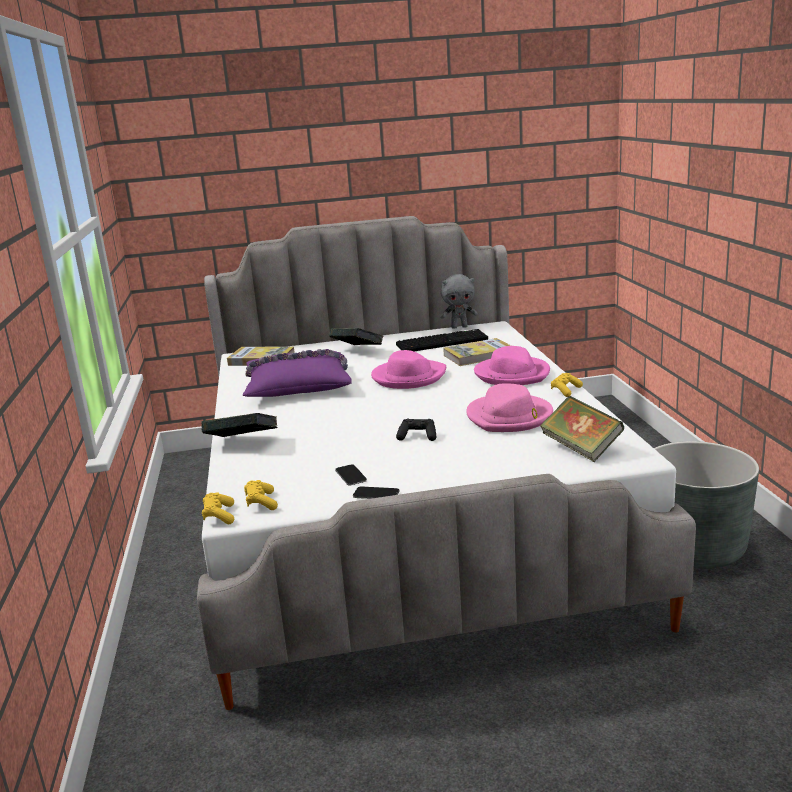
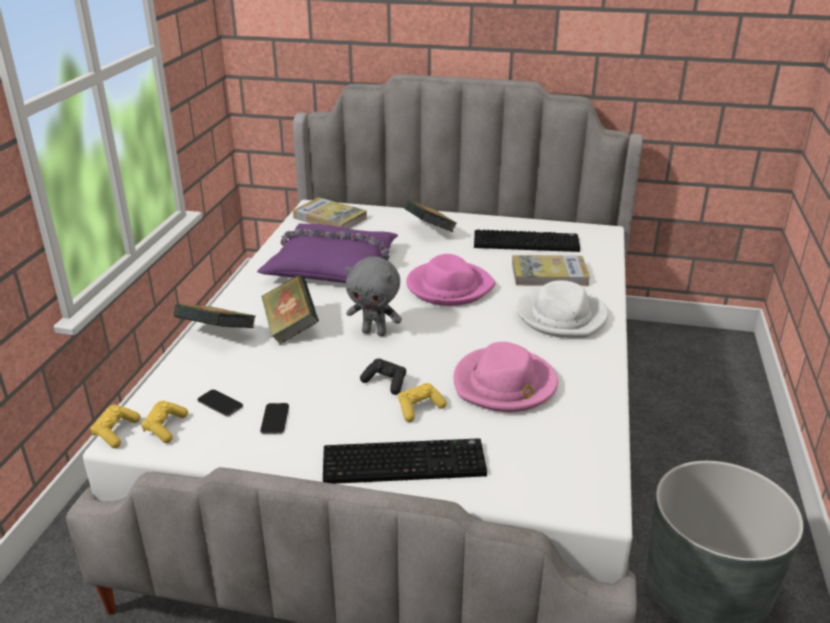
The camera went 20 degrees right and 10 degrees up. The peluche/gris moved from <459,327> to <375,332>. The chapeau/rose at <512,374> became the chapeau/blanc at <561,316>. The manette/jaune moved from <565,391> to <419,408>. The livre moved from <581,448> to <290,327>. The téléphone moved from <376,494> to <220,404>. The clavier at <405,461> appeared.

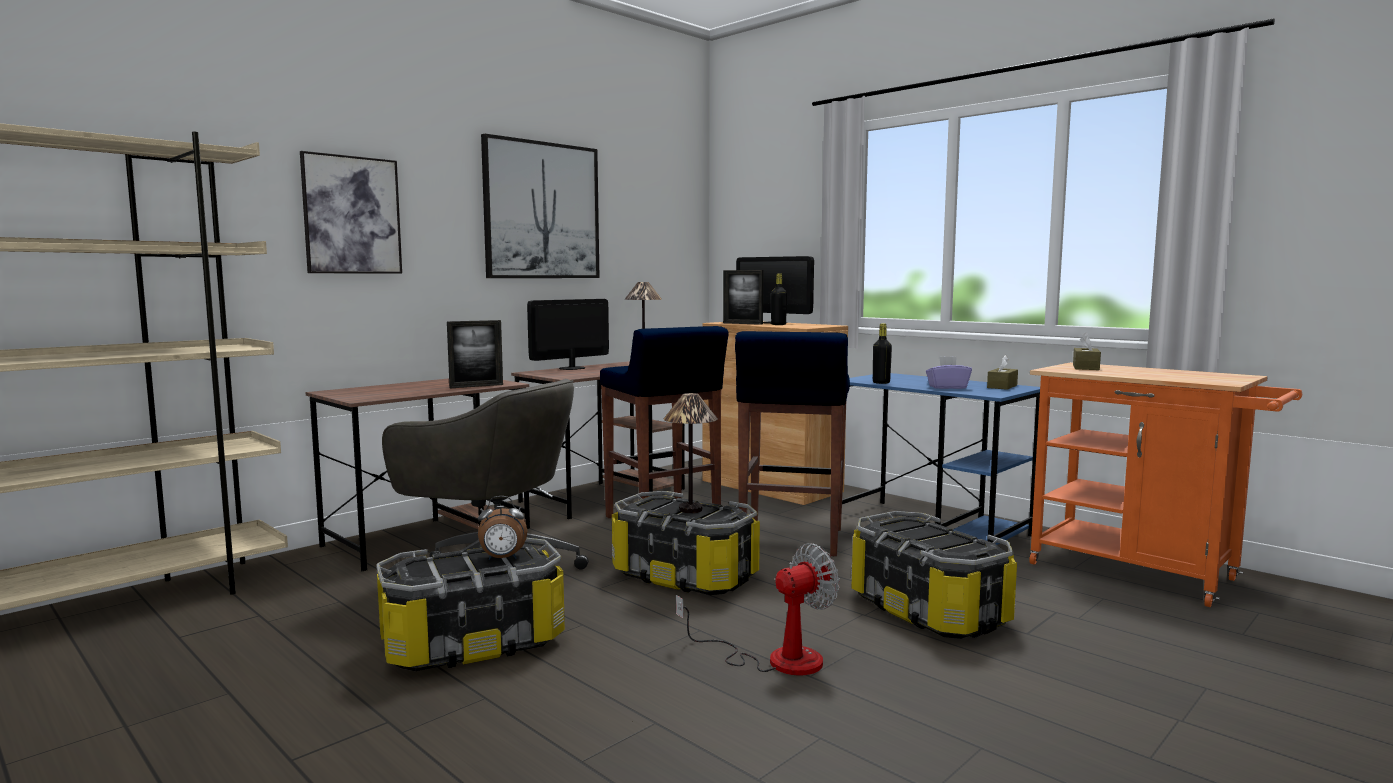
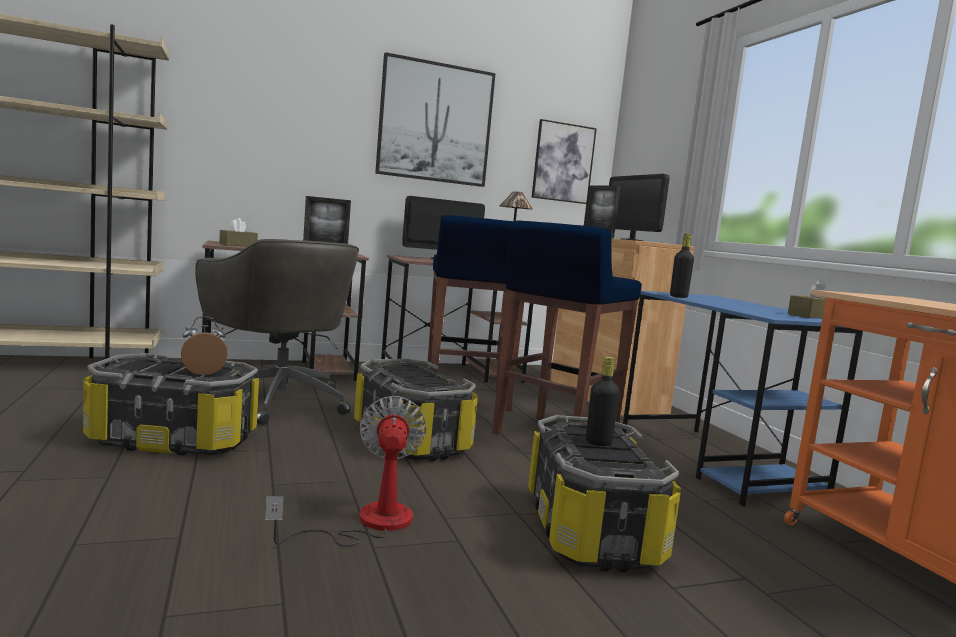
The camera went 25 degrees right and 0 degrees up. The tableau moved from <352,215> to <563,162>. The bouteille/noir moved from <778,324> to <598,442>. The boîte à mouchoirs/marron moved from <1085,367> to <238,245>. The boîte à mouchoirs/violet at <947,387> disappeared. The lampe de table at <690,510> disappeared. The réveil at <502,558> turned 135 degrees clockwise. The ventilateur at <775,659> turned 90 degrees counterclockwise.

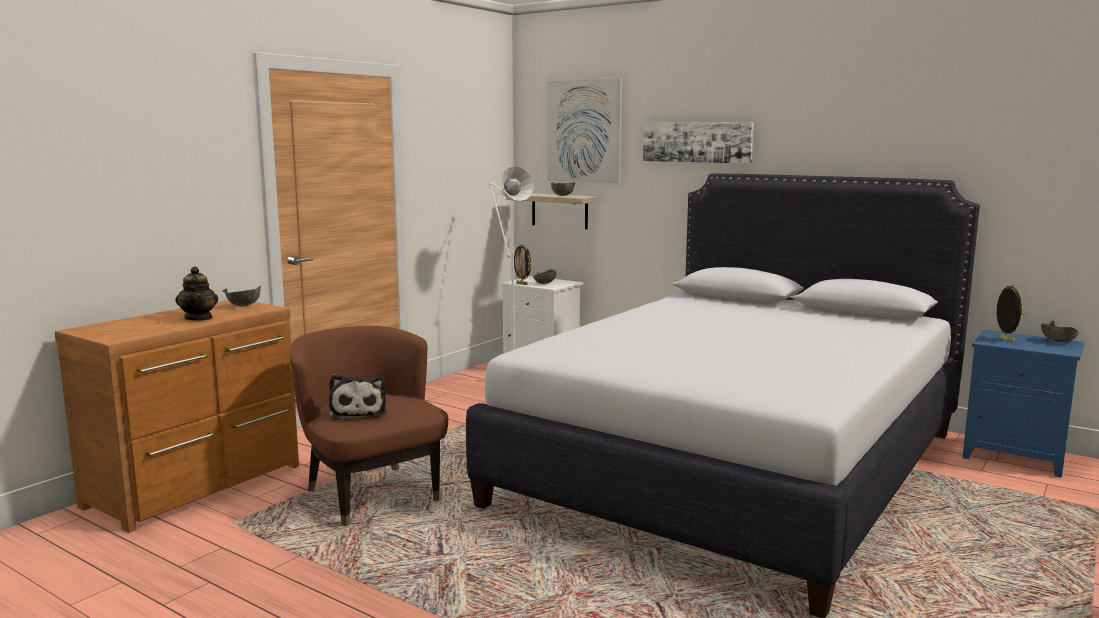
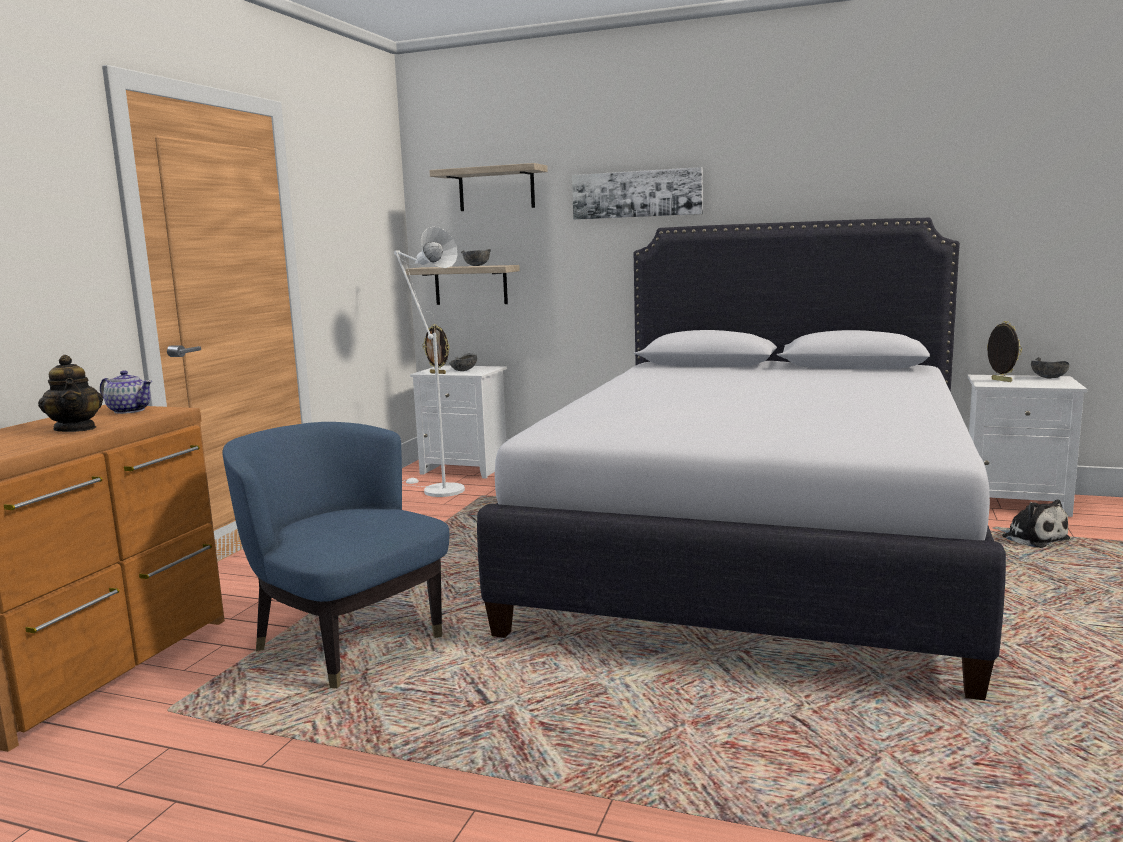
The camera went 15 degrees left and 0 degrees up. The tableau at <584,131> was replaced by the étagère at <496,189>. The bol/gris at <244,306> was replaced by the théière at <129,410>. The fauteuil/marron at <371,494> became the fauteuil/bleu at <345,642>. The table de chevet/bleu at <1016,456> became the table de chevet/blanc at <1016,502>. The peluche moved from <358,412> to <1032,538>.

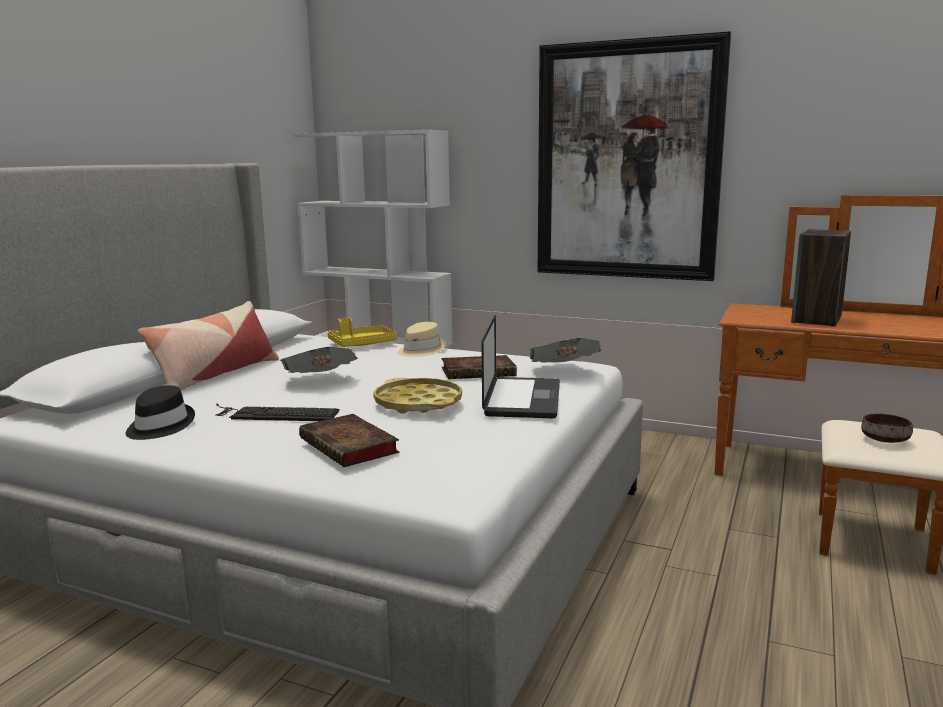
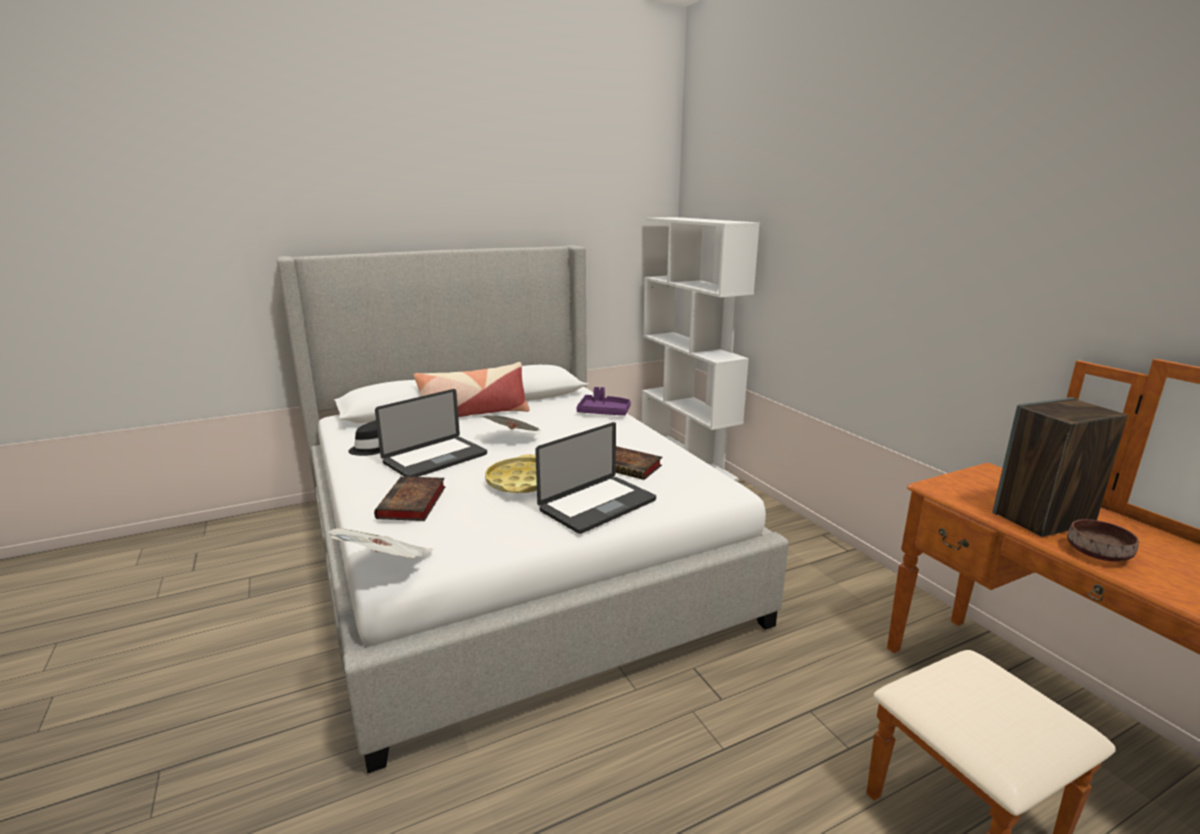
The camera went 40 degrees right and 5 degrees up. The tableau at <627,162> disappeared. The plateau/jaune at <361,344> became the plateau/violet at <604,412>. The chapeau/beige at <420,350> disappeared. The journal moved from <563,371> to <386,565>. The clavier at <273,414> was replaced by the ordinateur portable at <435,459>. The bol/marron moved from <883,439> to <1096,553>.

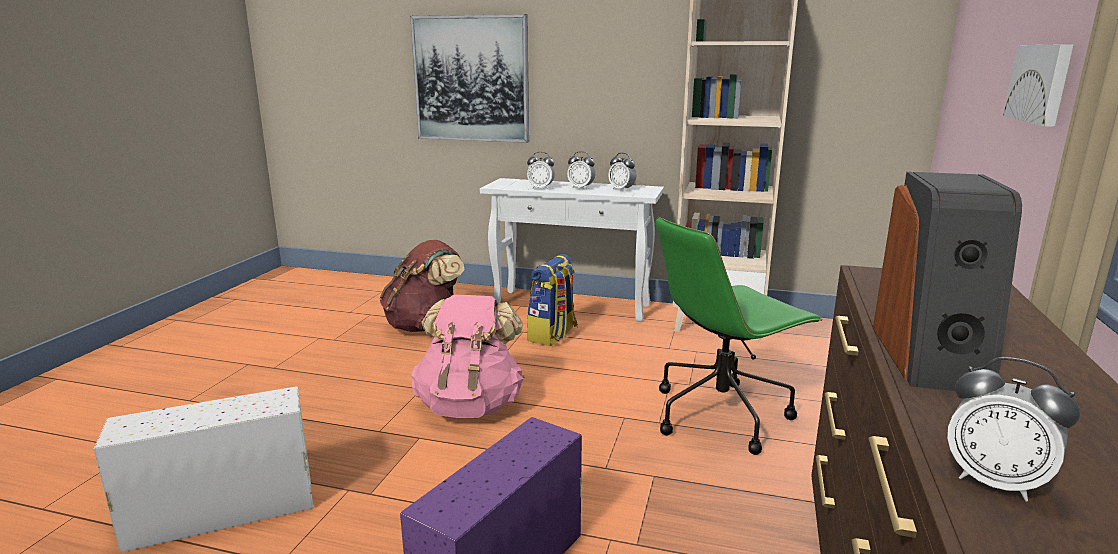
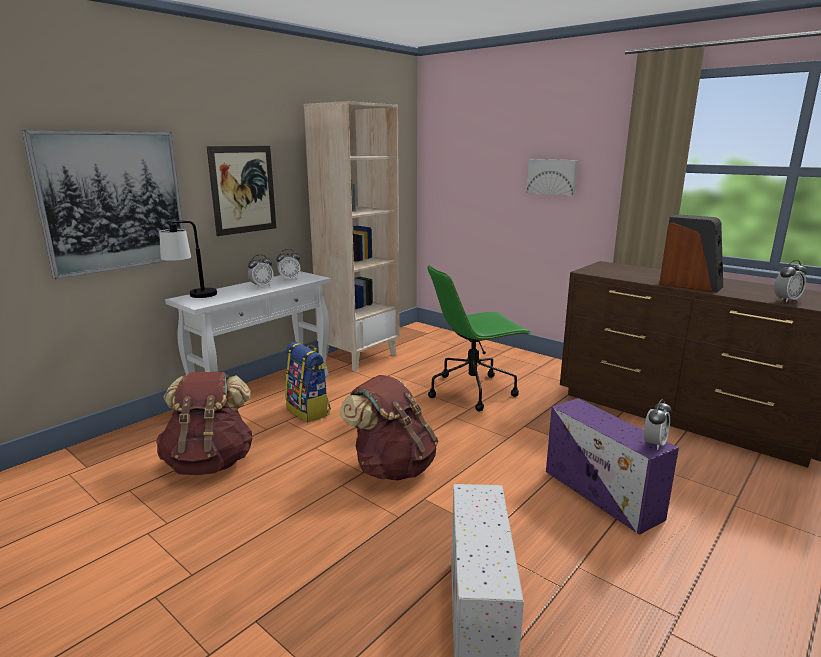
The camera went 65 degrees left and 0 degrees up. The réveil moved from <541,188> to <654,444>. The chaise de bureau/vert at <721,414> turned 75 degrees clockwise. The sac à dos/rose at <470,405> became the sac à dos/marron at <392,467>. The tableau at <243,189> appeared. The lampe de table at <193,297> appeared.

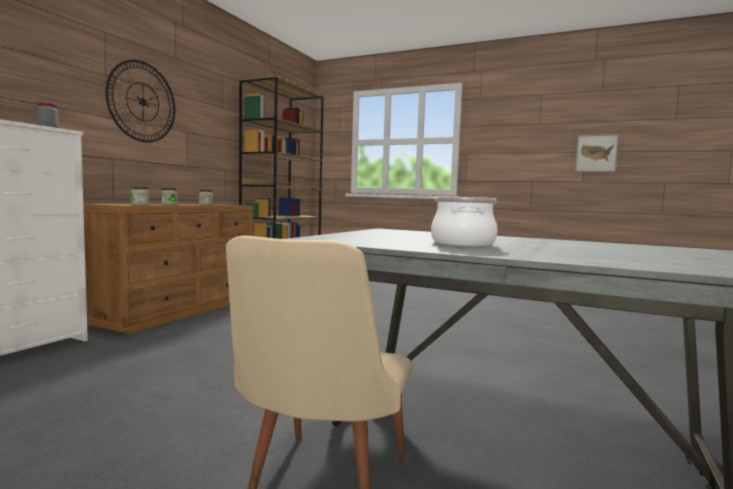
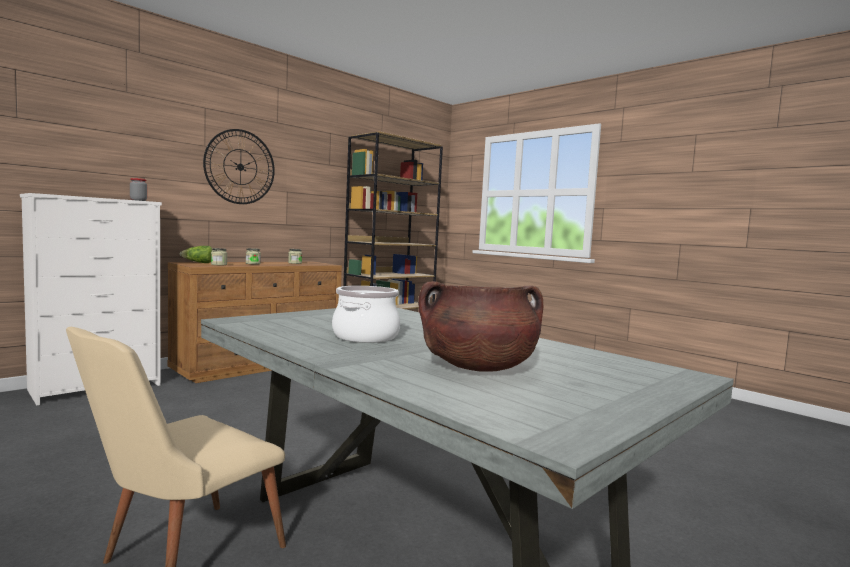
The camera went 20 degrees right and 0 degrees up. The tableau at <596,153> disappeared. The laitue at <198,263> appeared. The marmite/marron at <478,367> appeared.

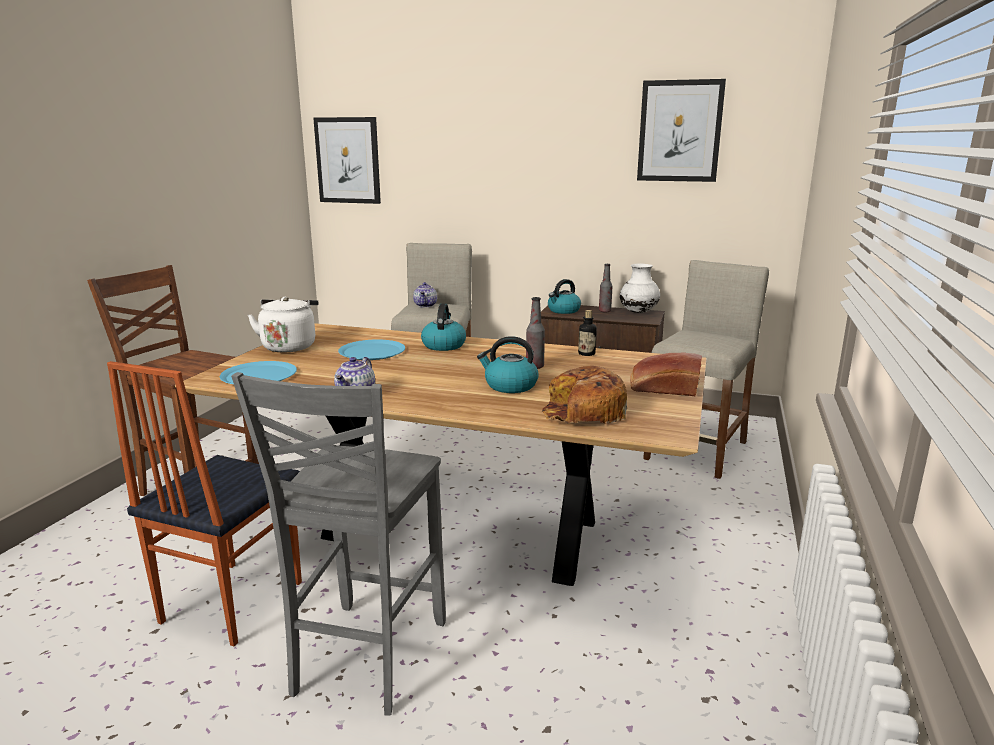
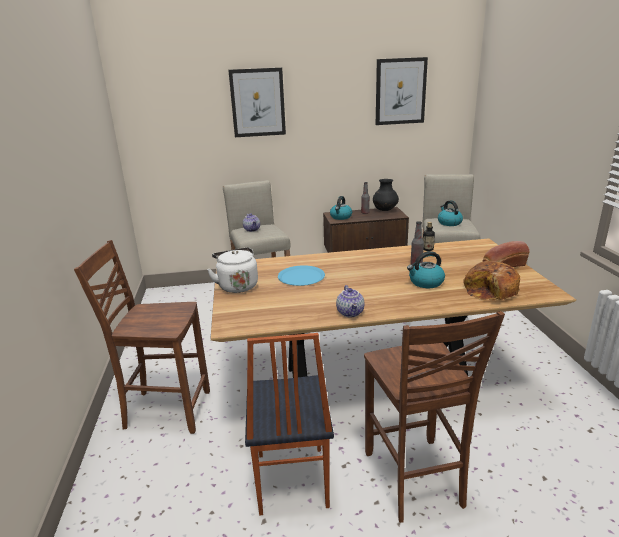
The camera went 25 degrees left and 5 degrees up. The tableau moved from <348,160> to <257,102>. The vase/blanc at <638,312> became the vase/noir at <385,210>. The bouilloire moved from <443,345> to <449,223>. The assiette/bleu at <259,375> disappeared. The chaise/gris at <366,658> became the chaise/marron at <414,480>.

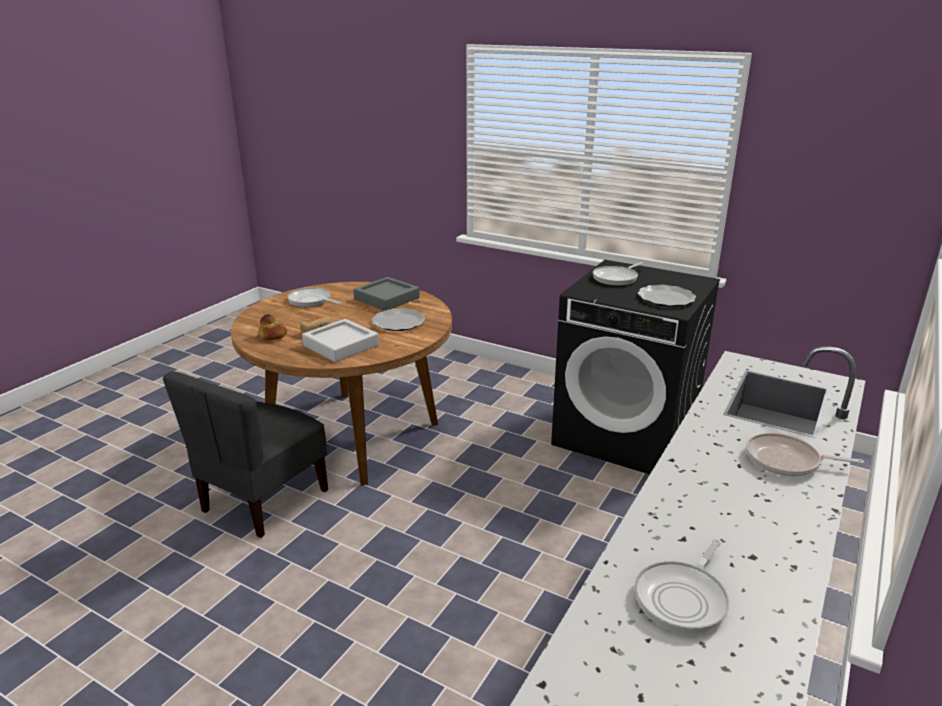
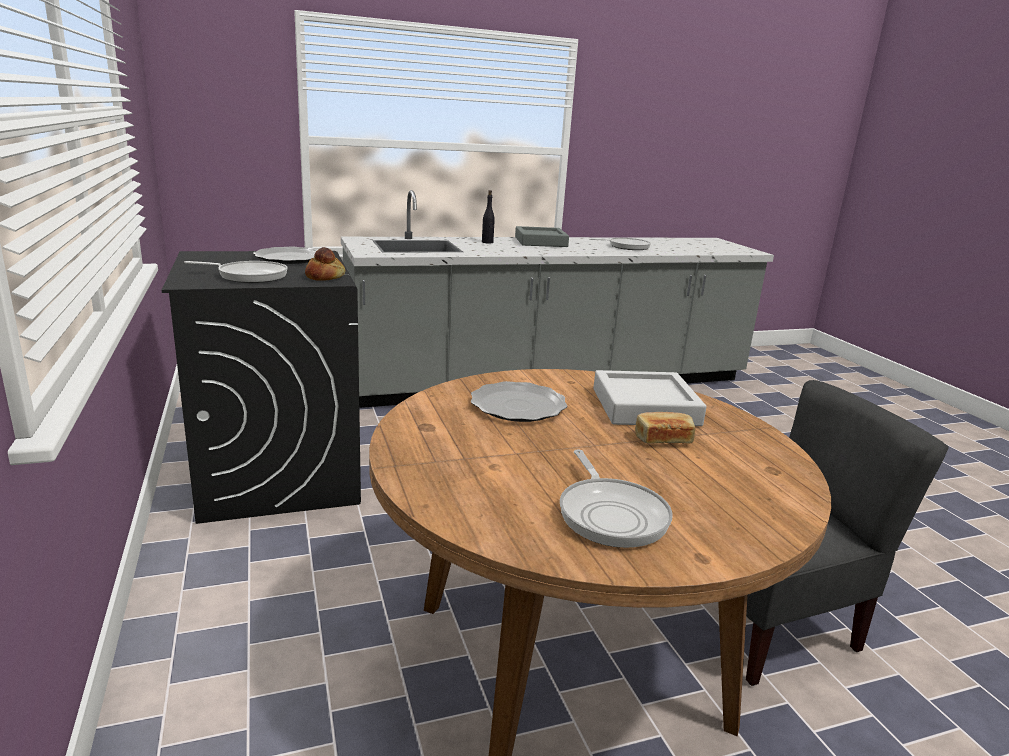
The camera went 140 degrees left and 5 degrees down. The plateau/gris moved from <386,298> to <541,242>. The pain moved from <272,336> to <325,277>. The poêle at <786,461> was replaced by the bouteille/noir at <487,242>.

